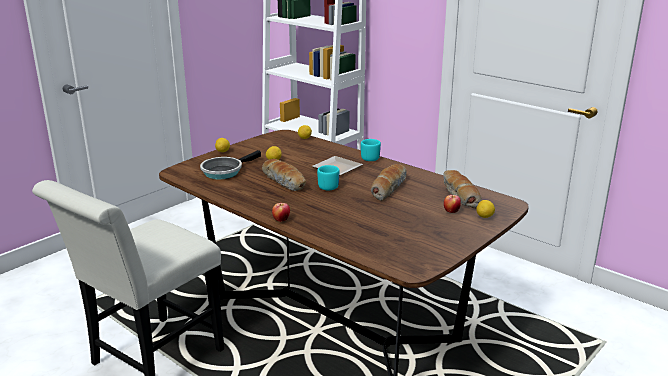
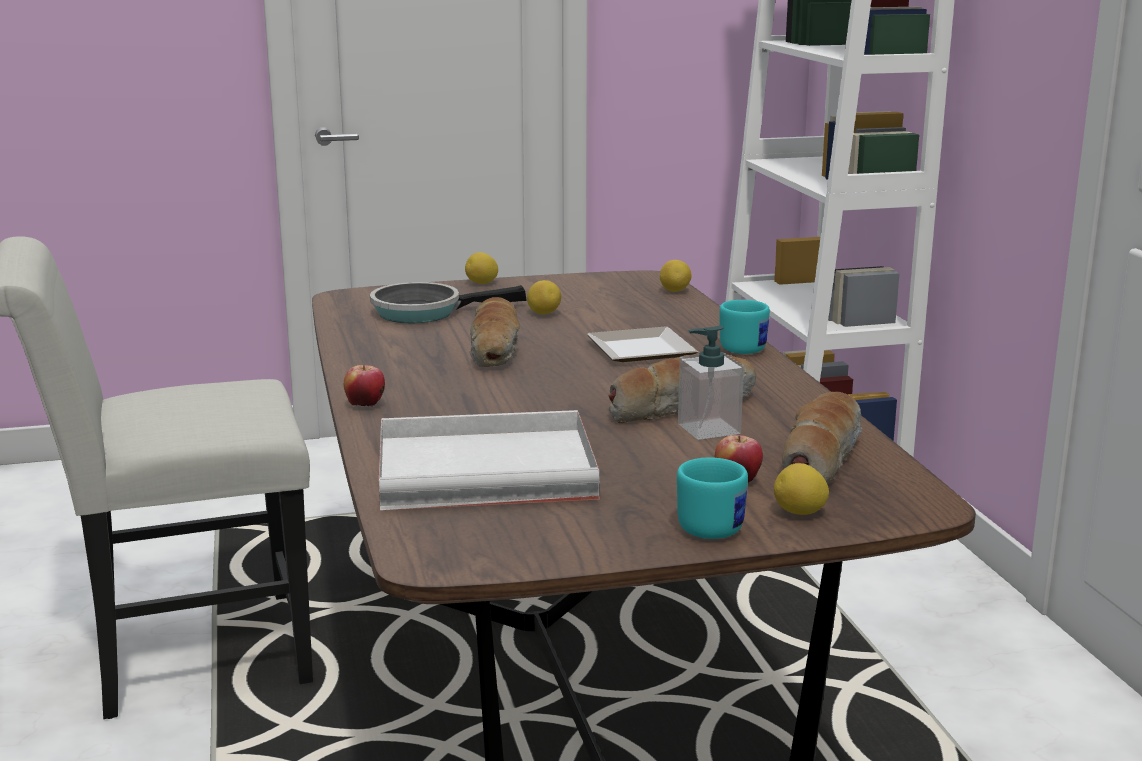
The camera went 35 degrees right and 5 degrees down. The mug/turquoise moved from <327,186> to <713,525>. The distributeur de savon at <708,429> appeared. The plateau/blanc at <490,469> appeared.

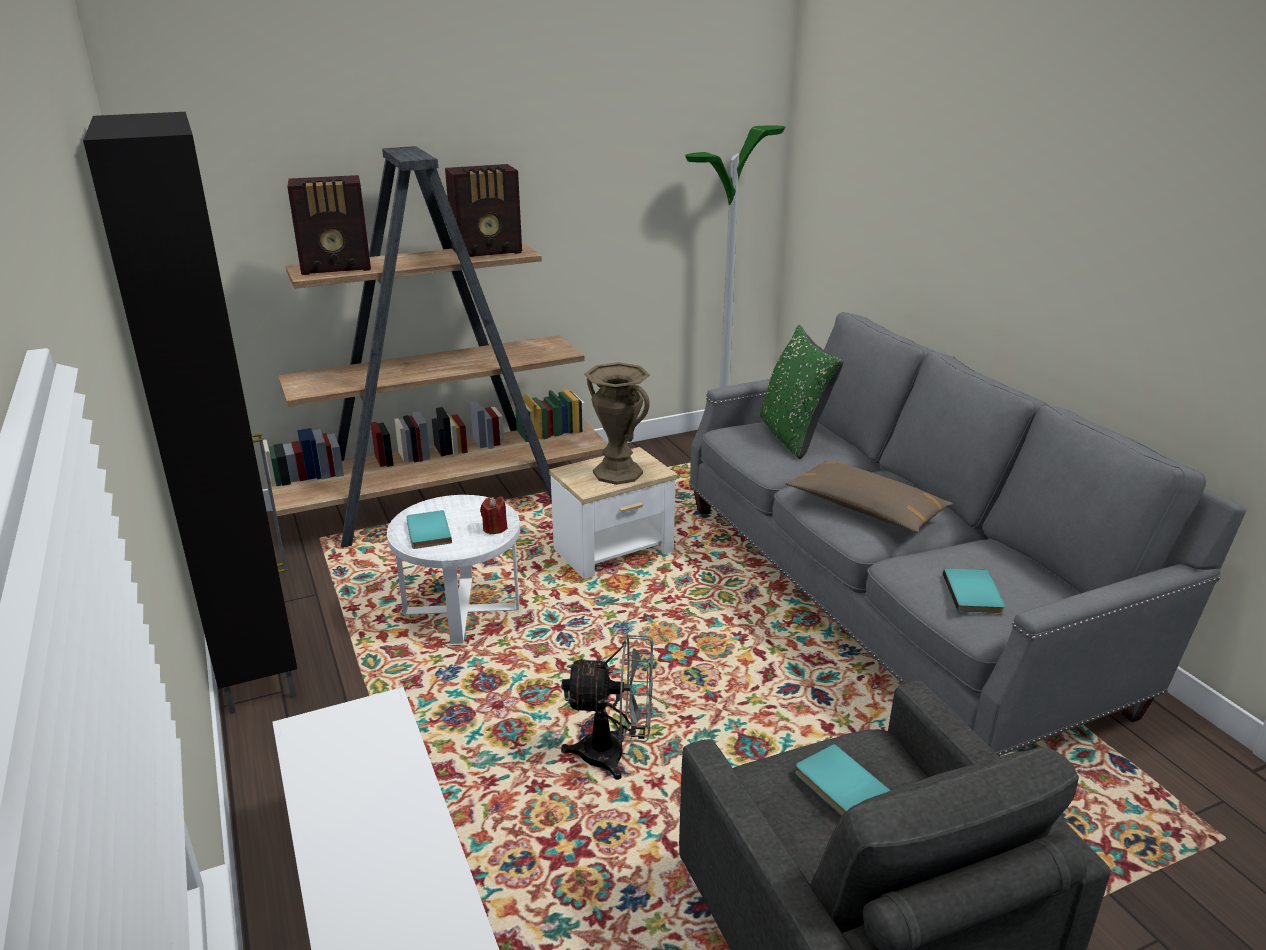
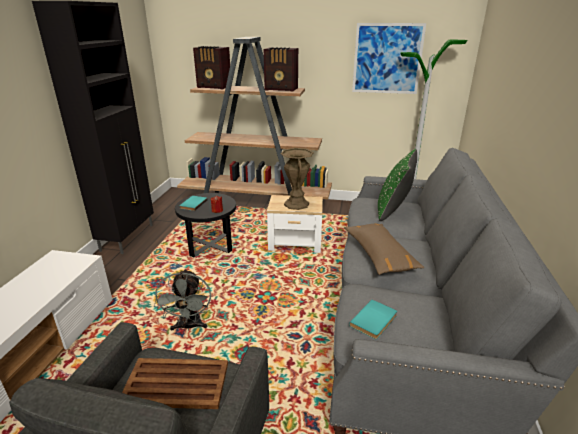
The camera went 35 degrees right and 0 degrees up. The table d'appoint/blanc at <462,610> became the table d'appoint/noir at <209,245>. The ventilateur/gris at <615,754> turned 45 degrees clockwise. The livre/turquoise at <840,788> was replaced by the plateau/marron at <175,383>. The tableau at <387,59> appeared.

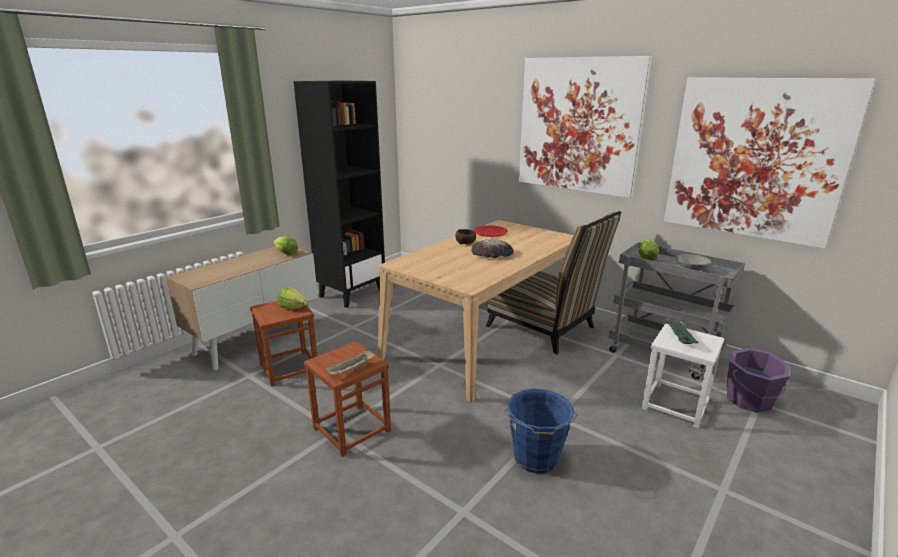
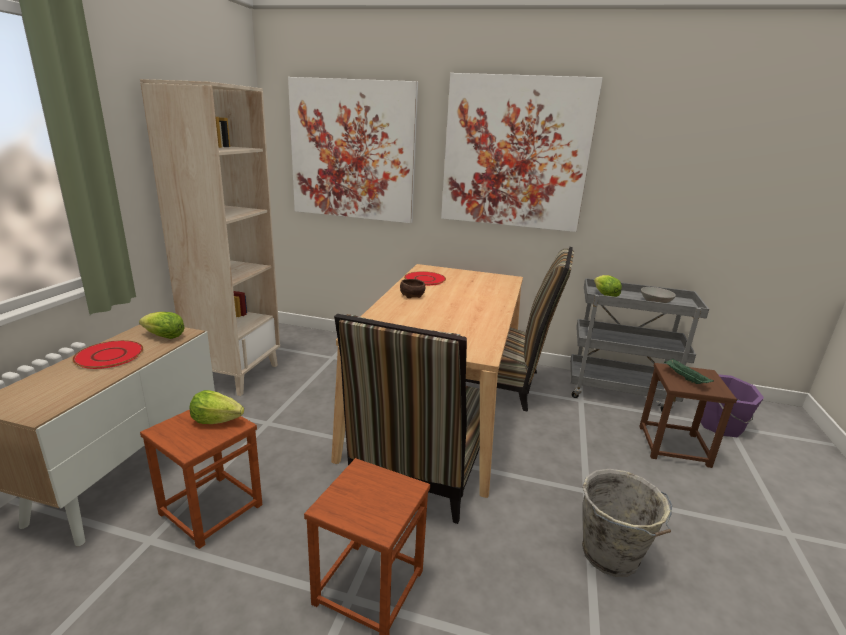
The camera went 25 degrees left and 0 degrees up. The tableau moved from <755,159> to <353,151>. The bibliothèque/noir at <351,293> became the bibliothèque/beige at <236,374>. The pain at <492,253> disappeared. The tabouret/blanc at <675,405> became the tabouret/marron at <673,446>. The plateau/beige at <351,371> disappeared. The seau/bleu at <536,459> became the seau/gris at <611,556>. The chaise at <418,471> appeared. The assiette/rouge at <109,355> appeared.

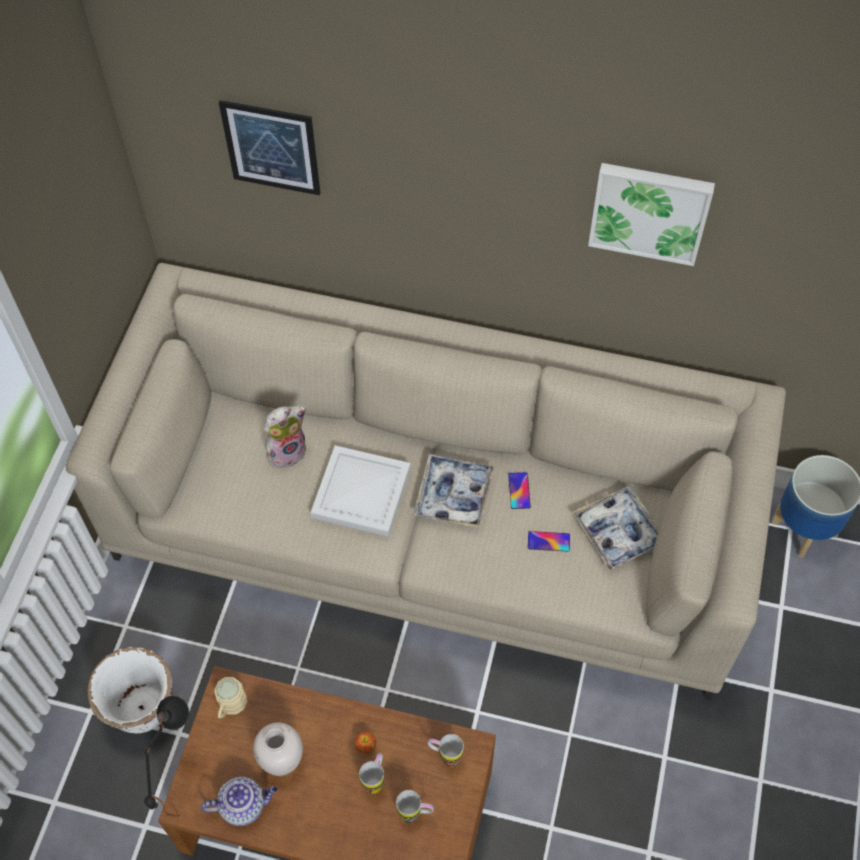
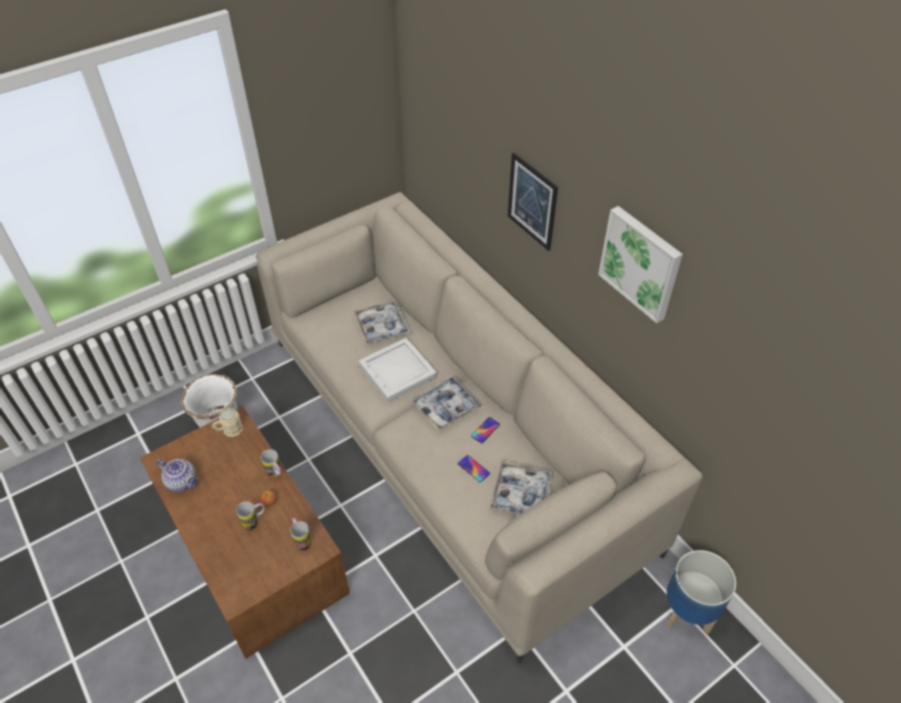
The camera went 40 degrees right and 10 degrees down. The tableau moved from <271,148> to <532,202>. The peluche at <287,451> was replaced by the plateau at <382,326>. The lampe de table/noir at <179,780> disappeared. The vase/blanc at <282,760> disappeared. The mug moved from <415,815> to <276,475>.

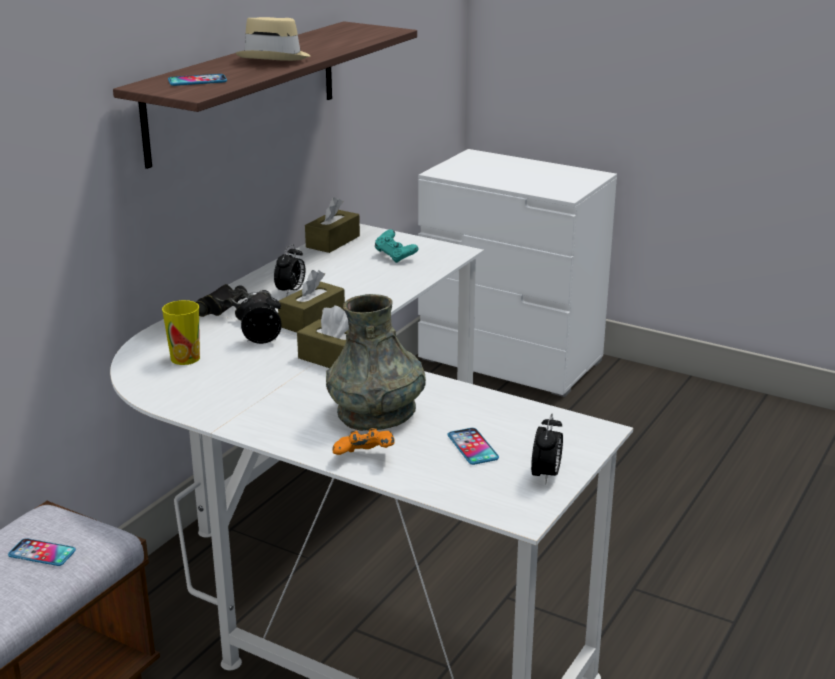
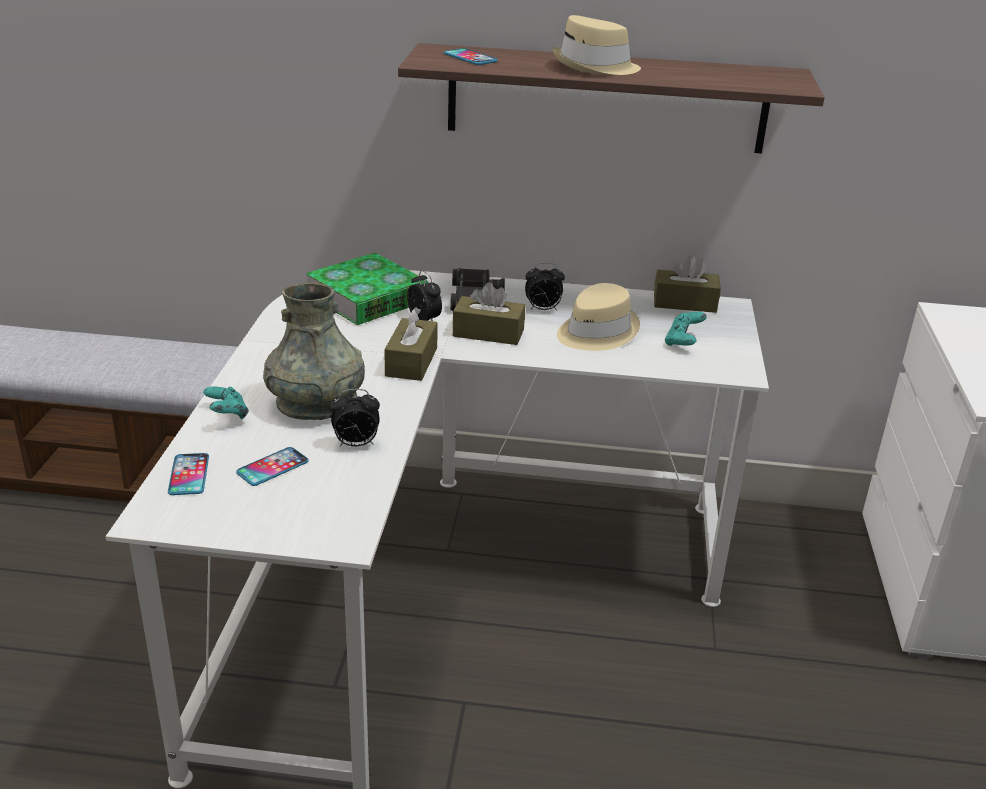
The camera went 65 degrees right and 5 degrees up. The tasse at <185,358> was replaced by the livre at <367,298>. The réveil moved from <546,475> to <355,444>. The manette/orange at <365,458> became the manette/turquoise at <227,416>. The téléphone moved from <42,553> to <189,475>. The chapeau/beige at <596,332> appeared.

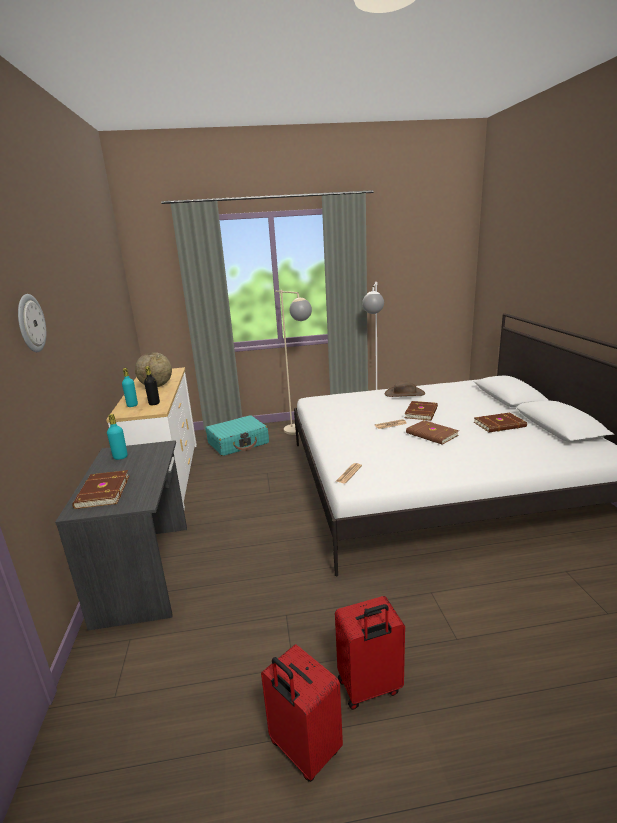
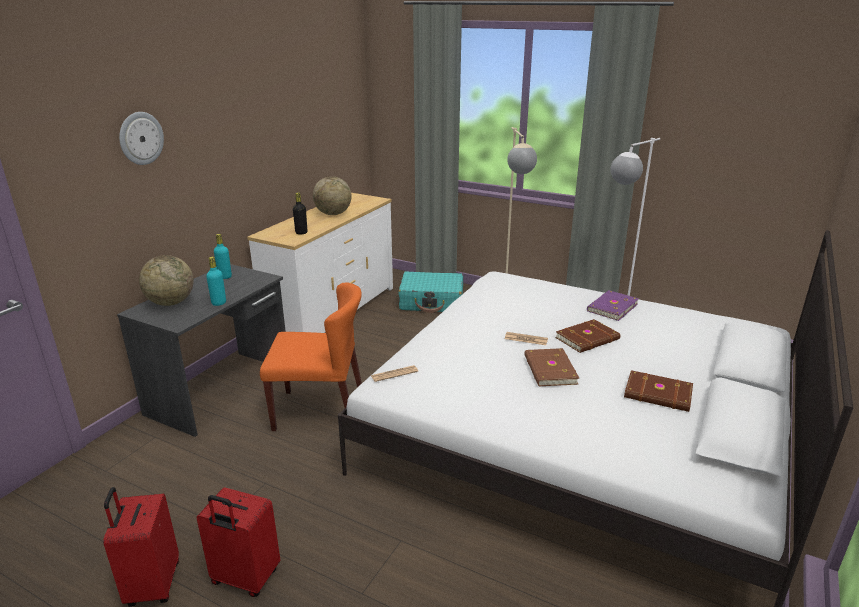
The camera went 35 degrees right and 5 degrees up. The bouteille/turquoise moved from <132,405> to <219,303>. The chapeau/marron at <404,394> was replaced by the livre/violet at <611,307>. The livre/marron at <102,492> was replaced by the globe at <171,303>. The chaise/orange at <320,410> appeared.

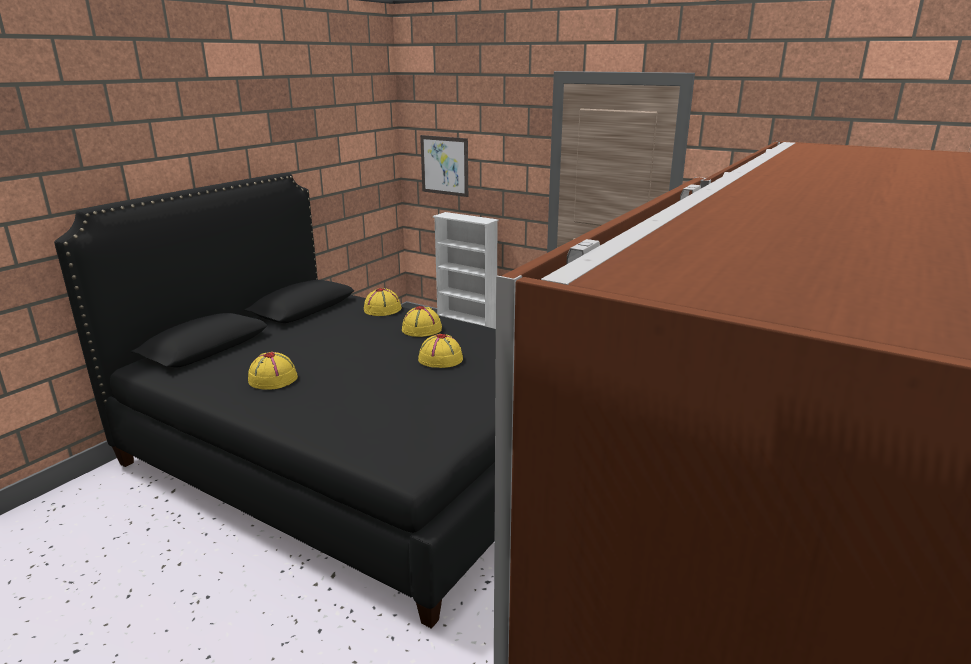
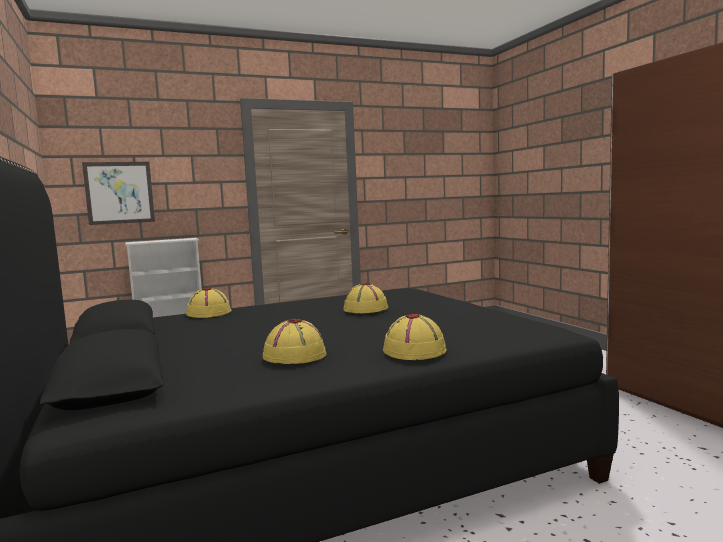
The camera went 55 degrees left and 15 degrees down. The chapeau/jaune moved from <422,329> to <415,350>.

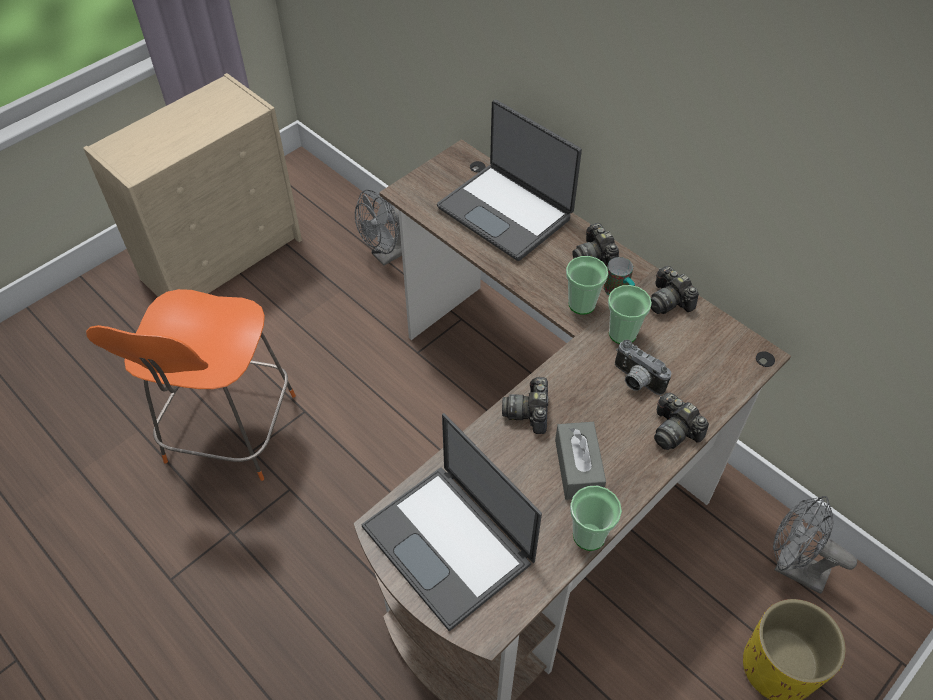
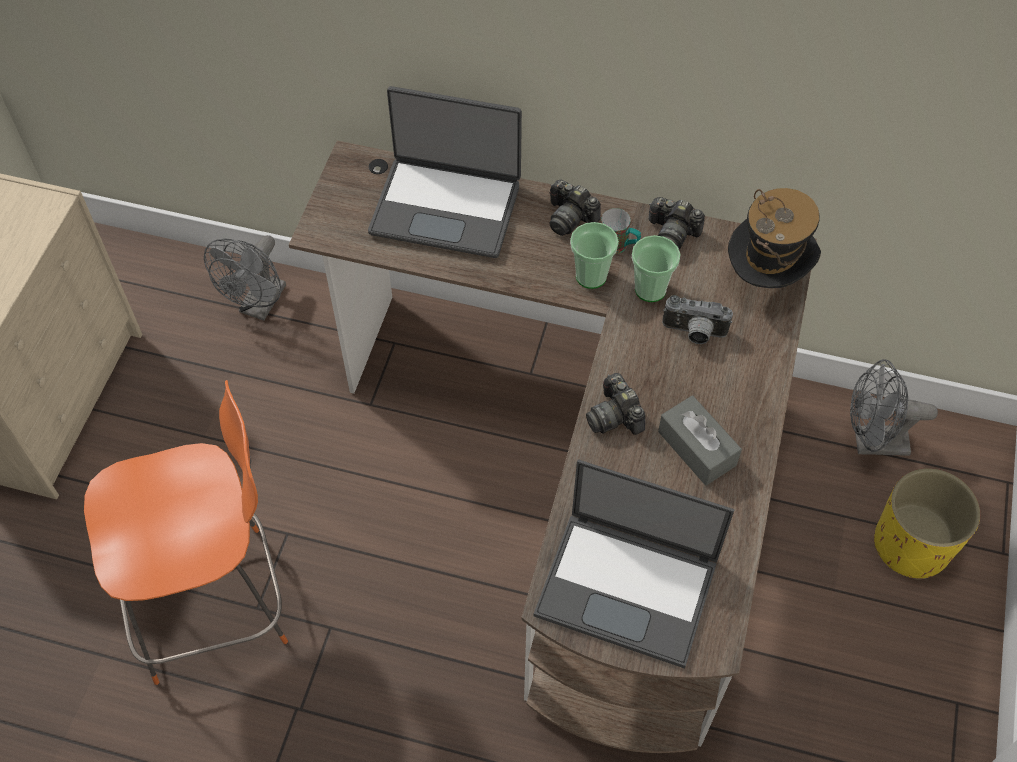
The camera went 30 degrees left and 5 degrees up. The chaise/orange at <229,432> turned 90 degrees counterclockwise. The appareil photo at <674,430> disappeared. The tasse at <589,535> disappeared. The chapeau at <765,280> appeared.

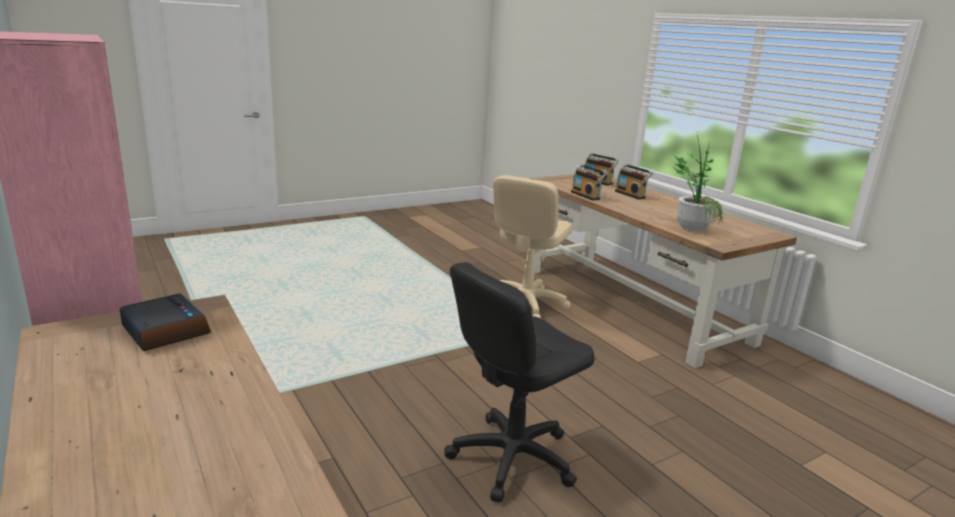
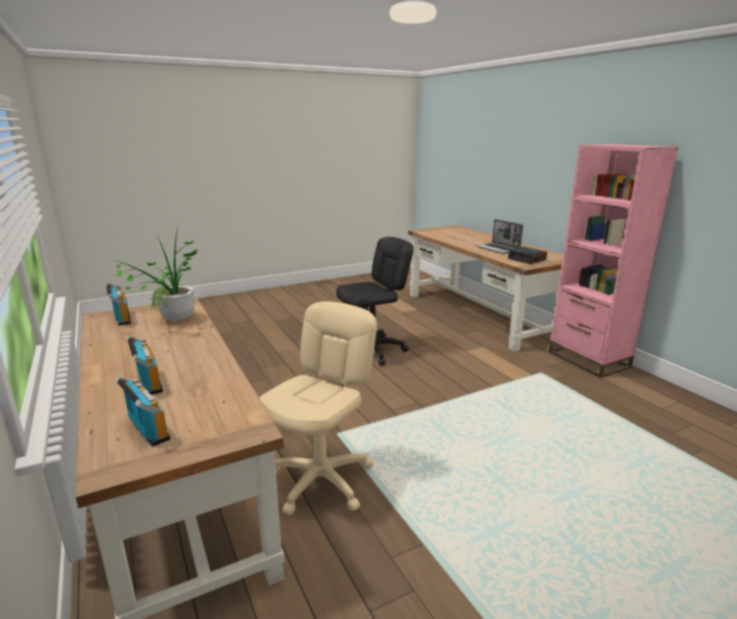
The camera went 175 degrees left and 0 degrees up. The radio moved from <586,195> to <121,318>. The ordinateur portable at <498,249> appeared.

